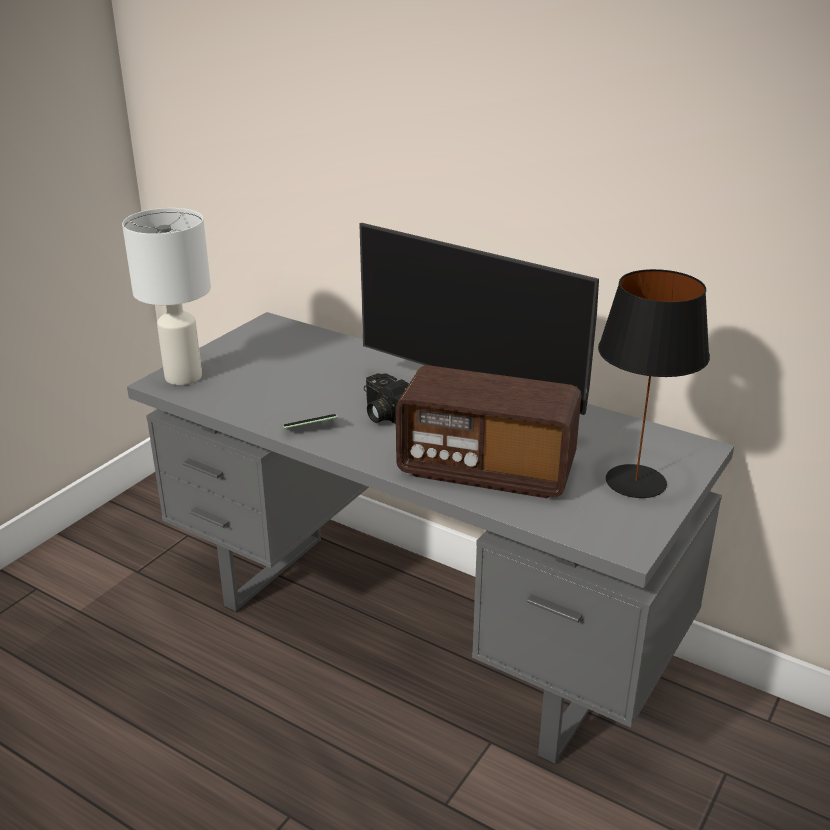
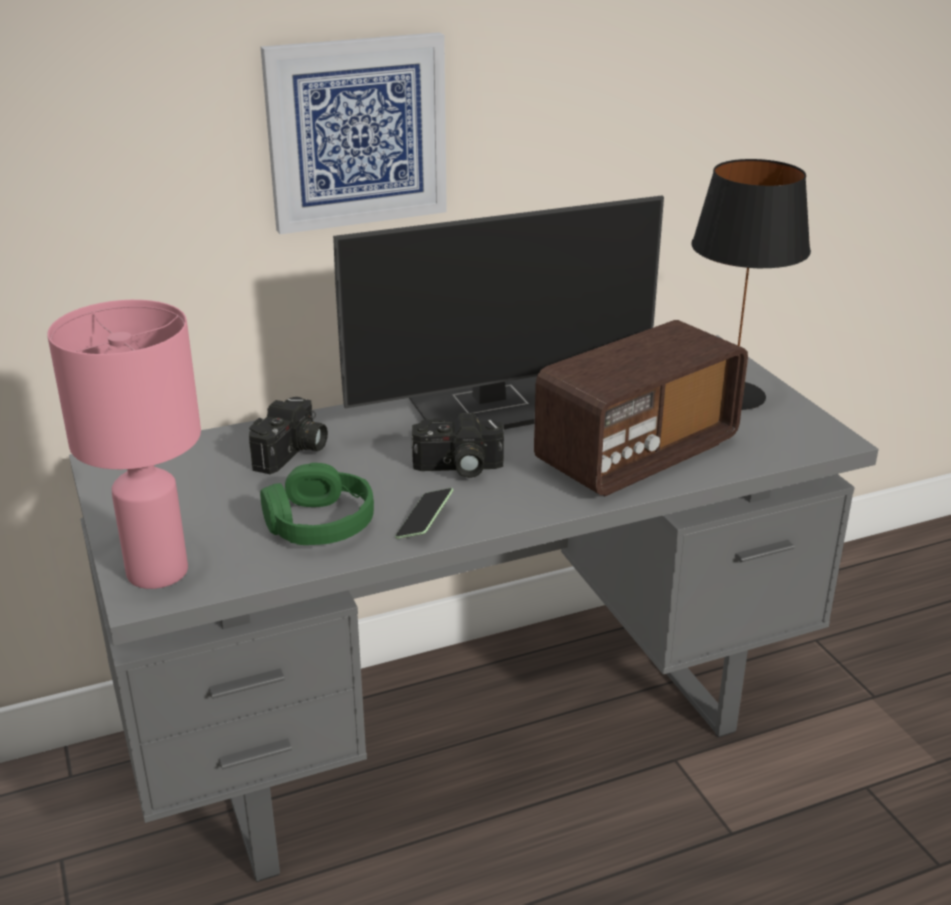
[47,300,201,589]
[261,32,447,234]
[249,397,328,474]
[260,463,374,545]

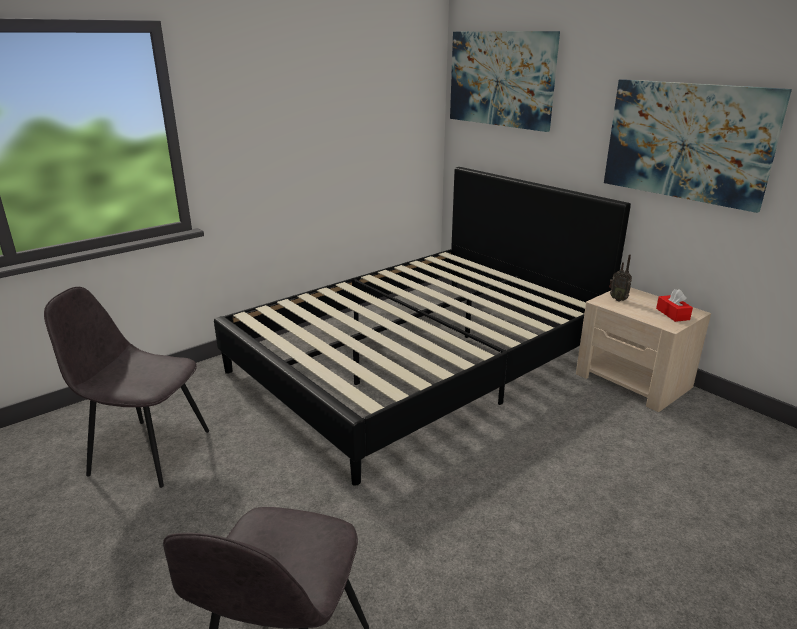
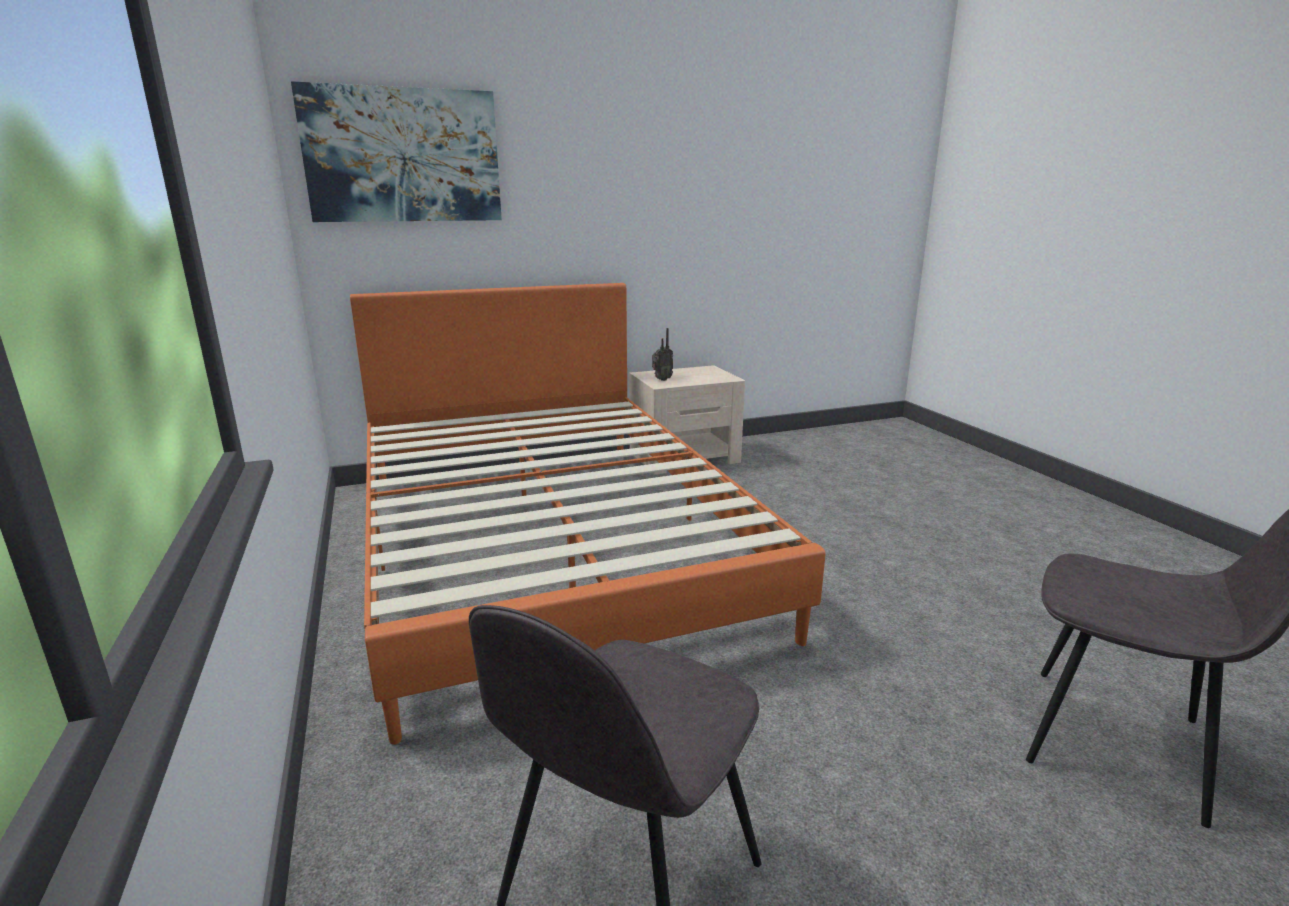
[604,79,792,213] (first image)
[350,283,825,745]
[656,289,693,322] (first image)

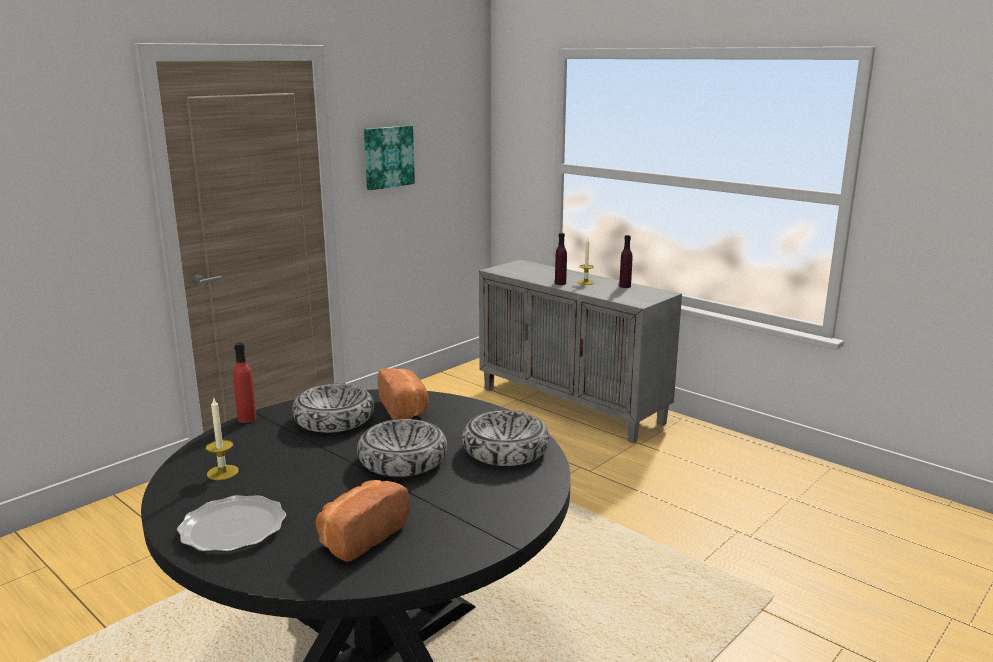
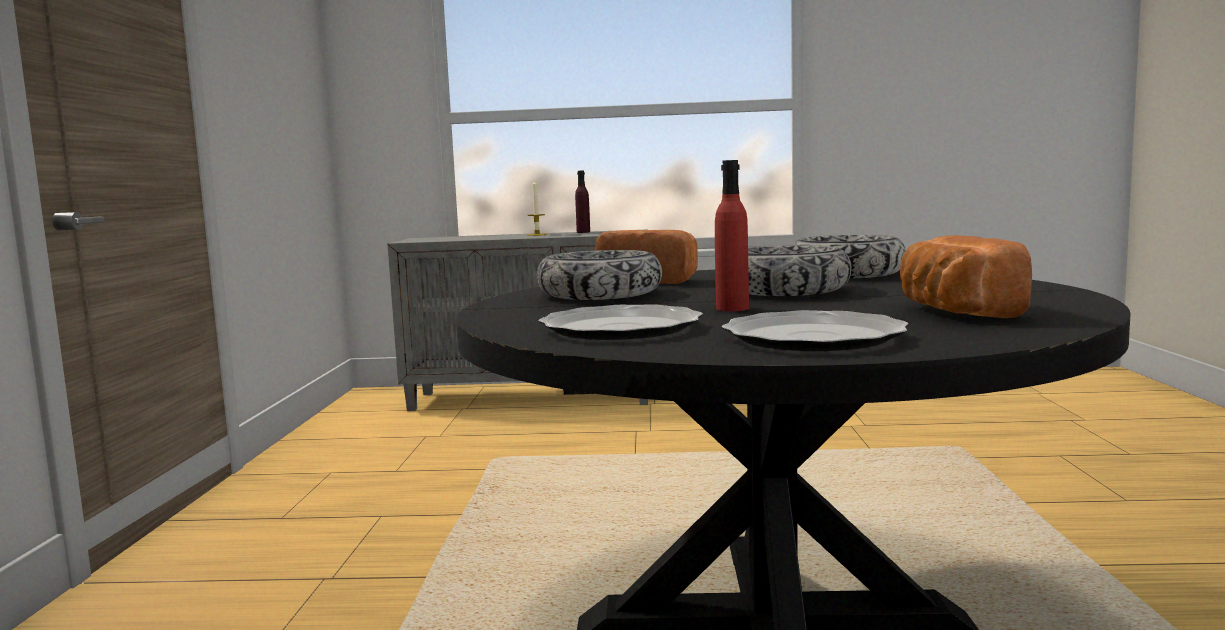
[364,125,415,190] (first image)
[555,233,567,285] (first image)
[715,160,749,311]
[538,304,703,340]

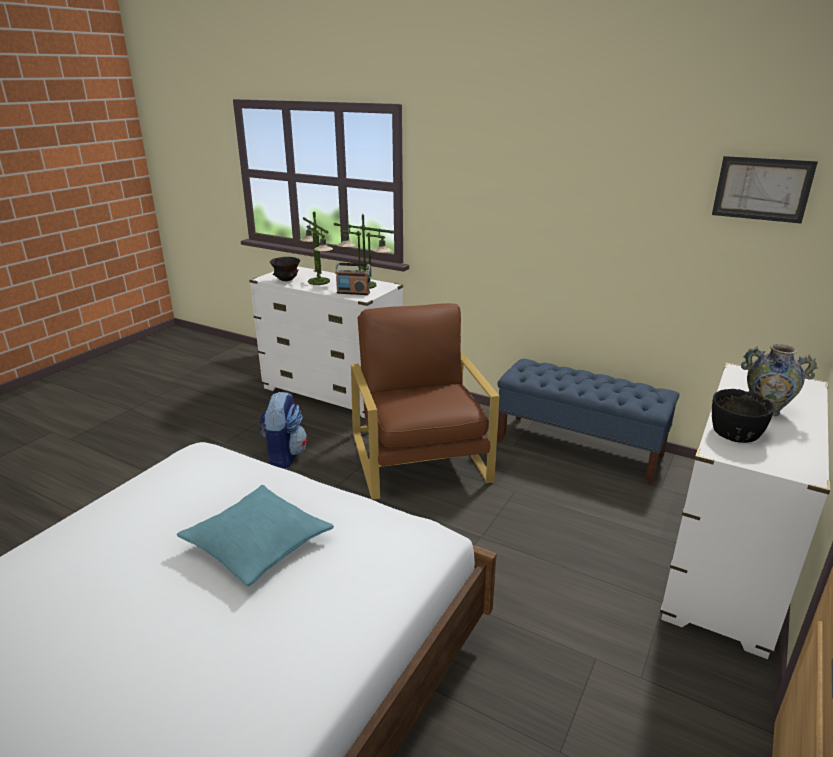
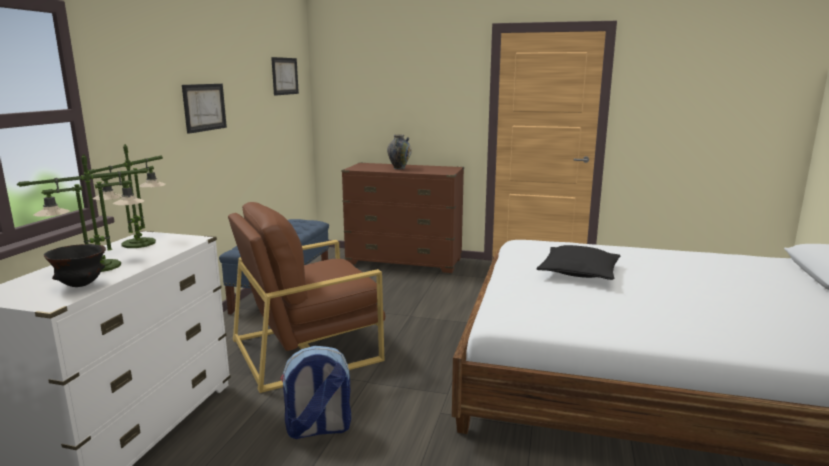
[335,263,371,295] (first image)
[341,163,464,273]
[712,389,774,443] (first image)
[537,245,621,280]
[182,84,227,134]

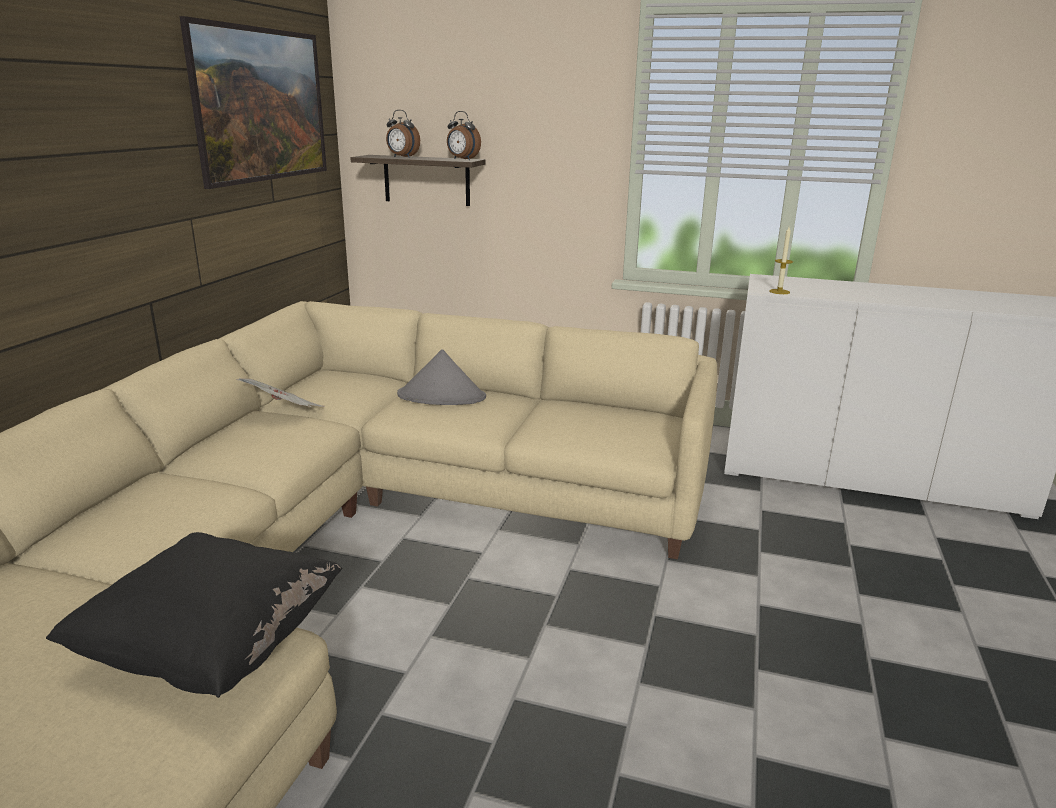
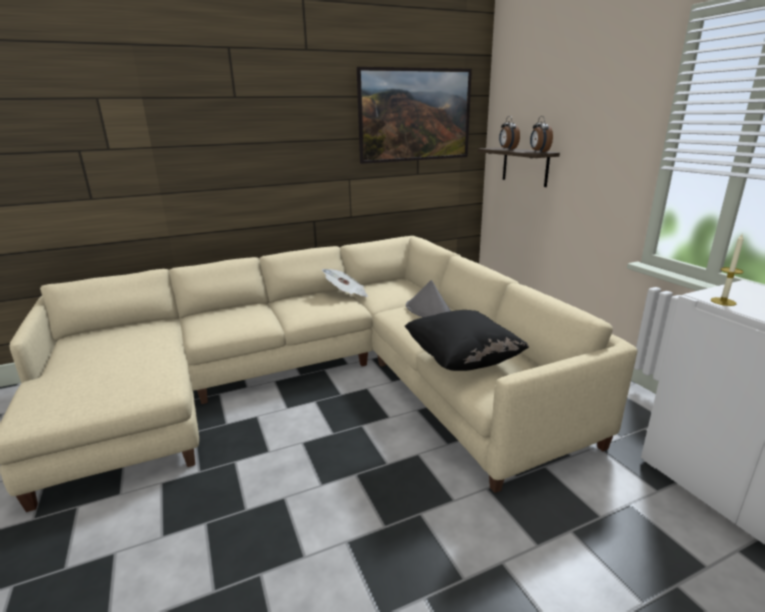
[405,310,529,371]

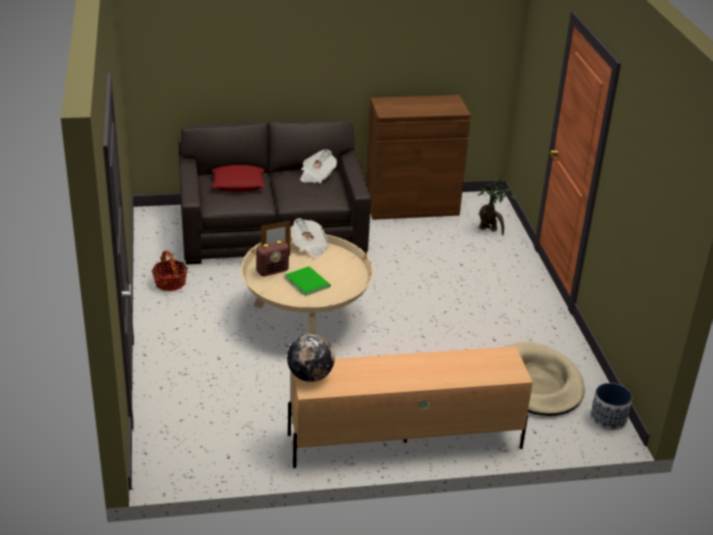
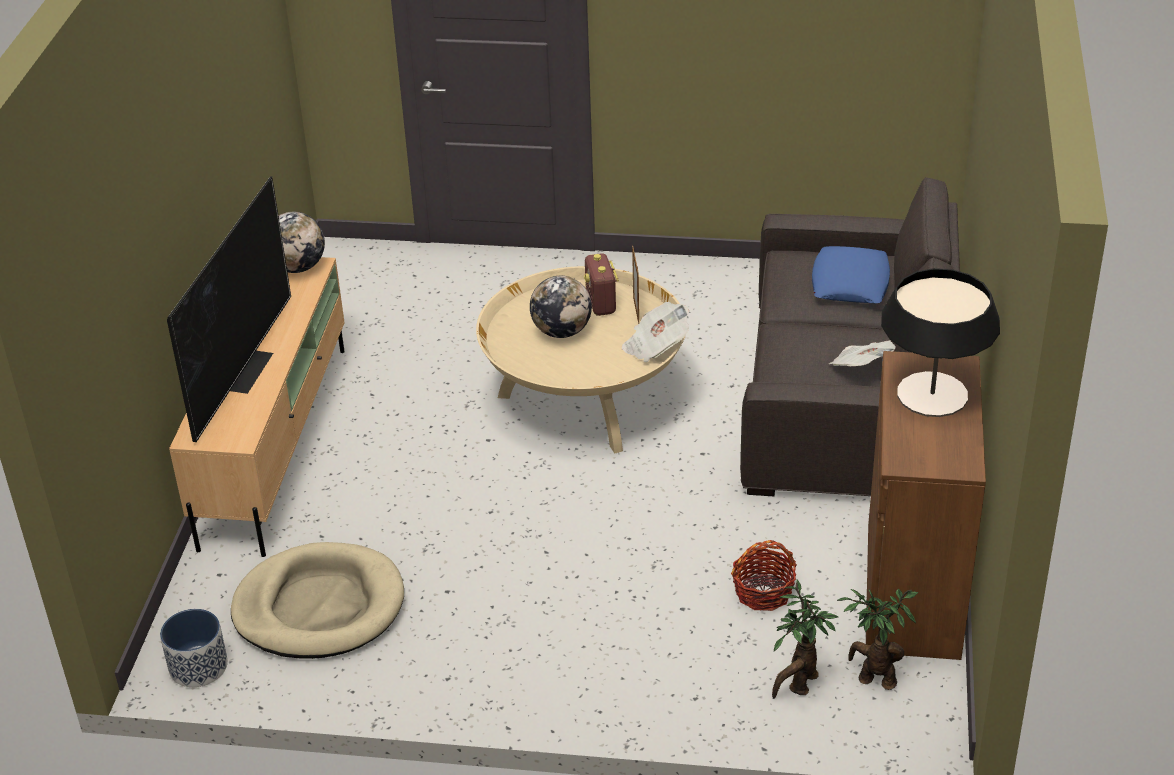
[812,246,890,303]
[731,540,797,611]
[530,276,592,338]
[167,176,291,442]
[881,268,1000,417]
[837,589,919,690]

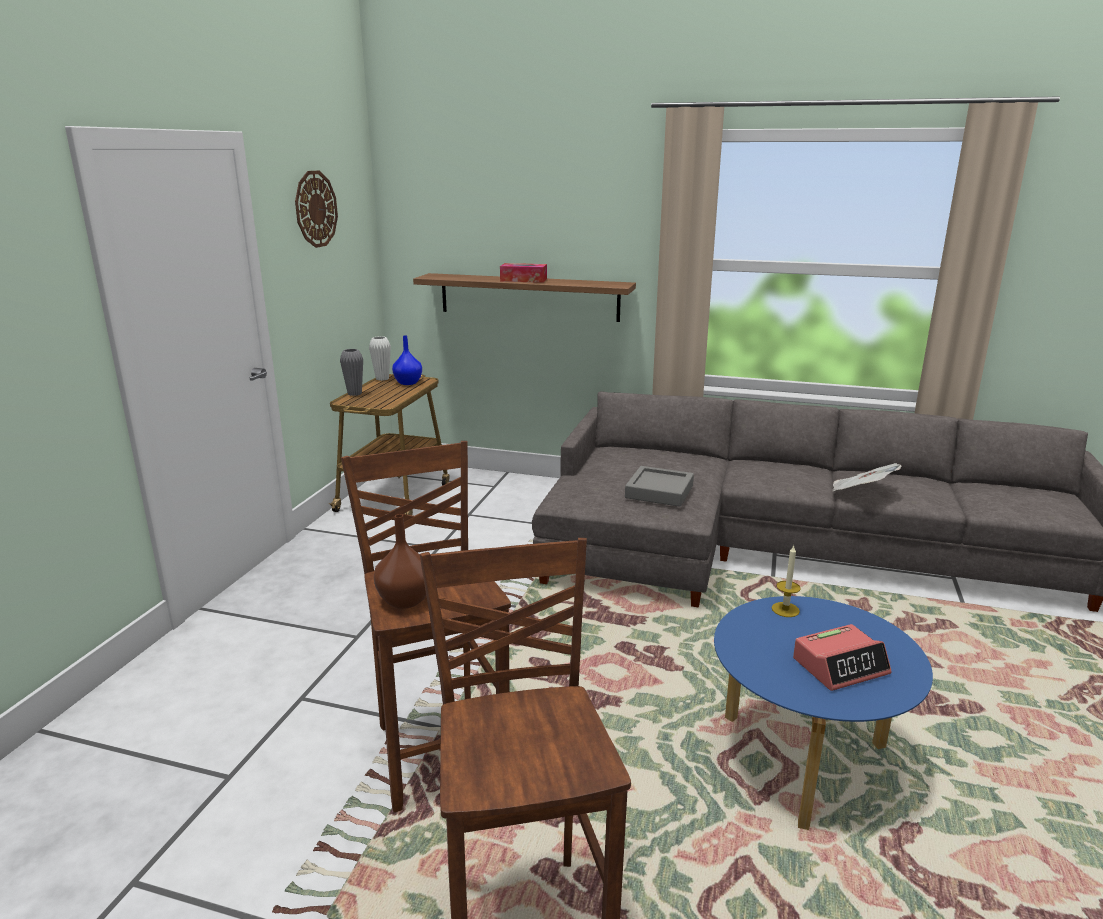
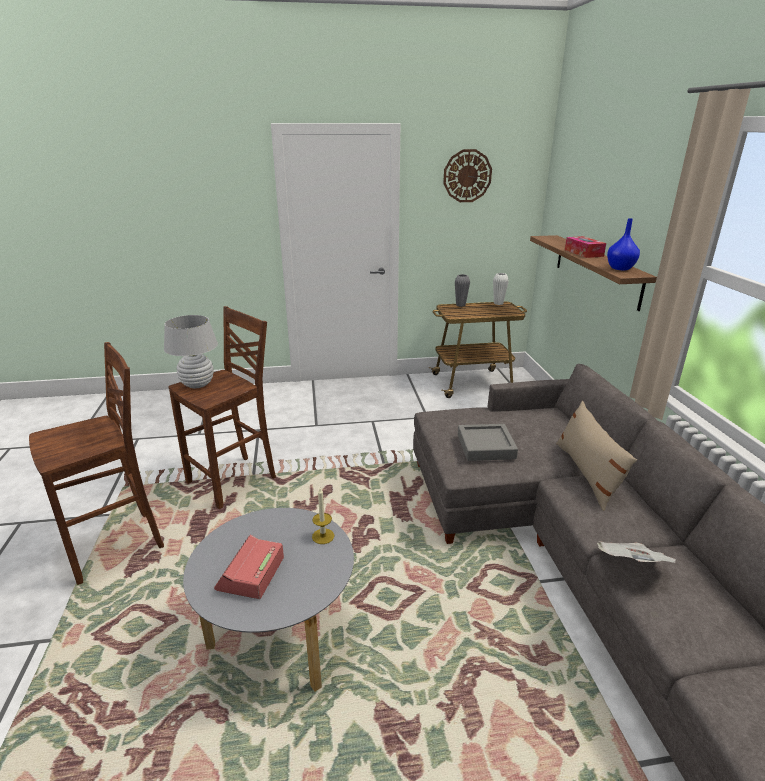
[607,218,640,270]
[164,315,218,388]
[183,508,354,692]
[214,535,284,599]
[556,401,637,511]

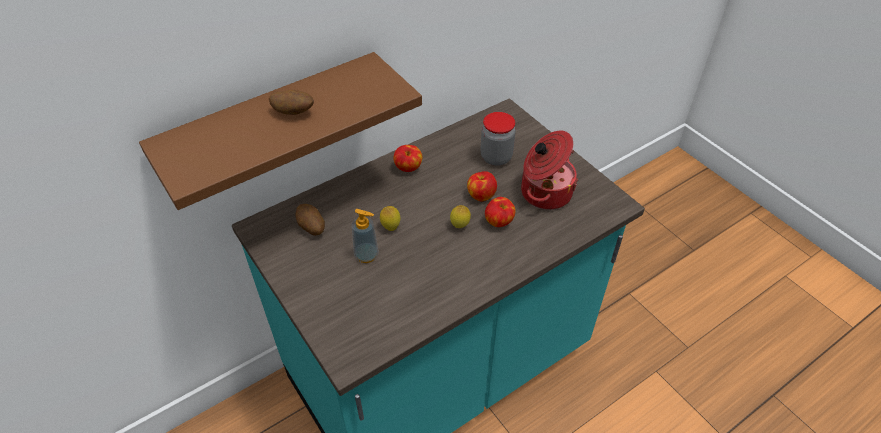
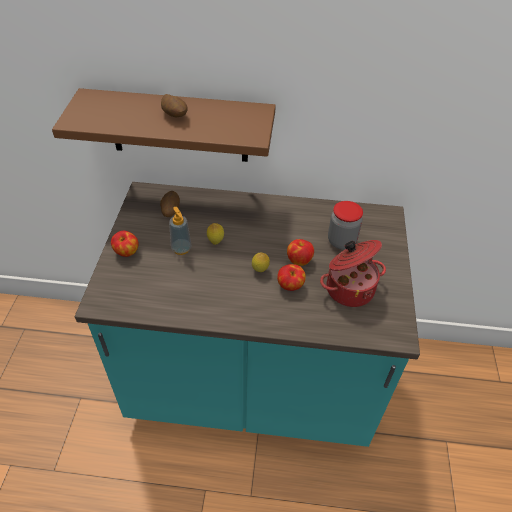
[111,231,139,257]

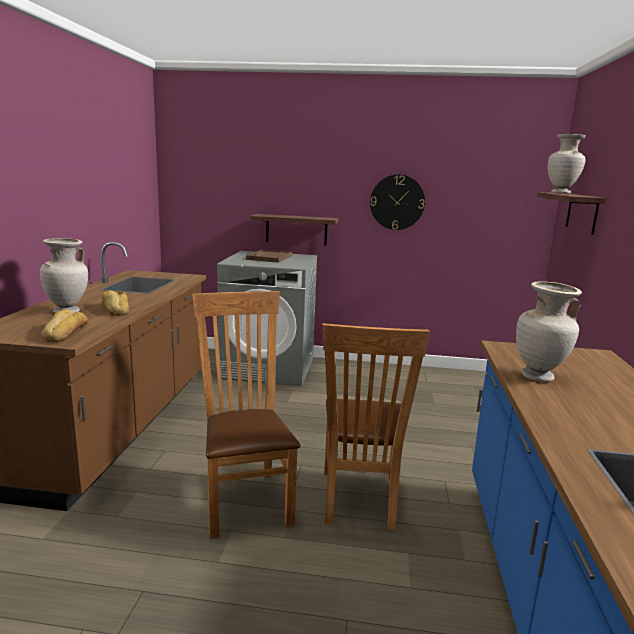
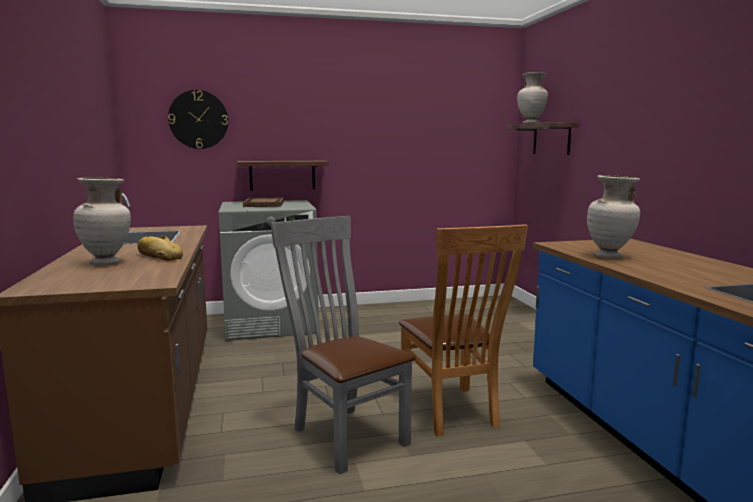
[168,90,228,149]
[270,216,416,474]
[42,309,88,342] (first image)

